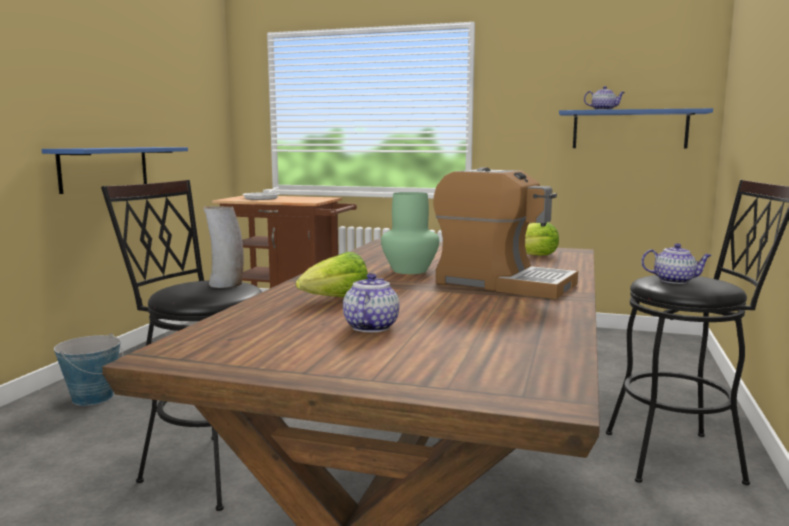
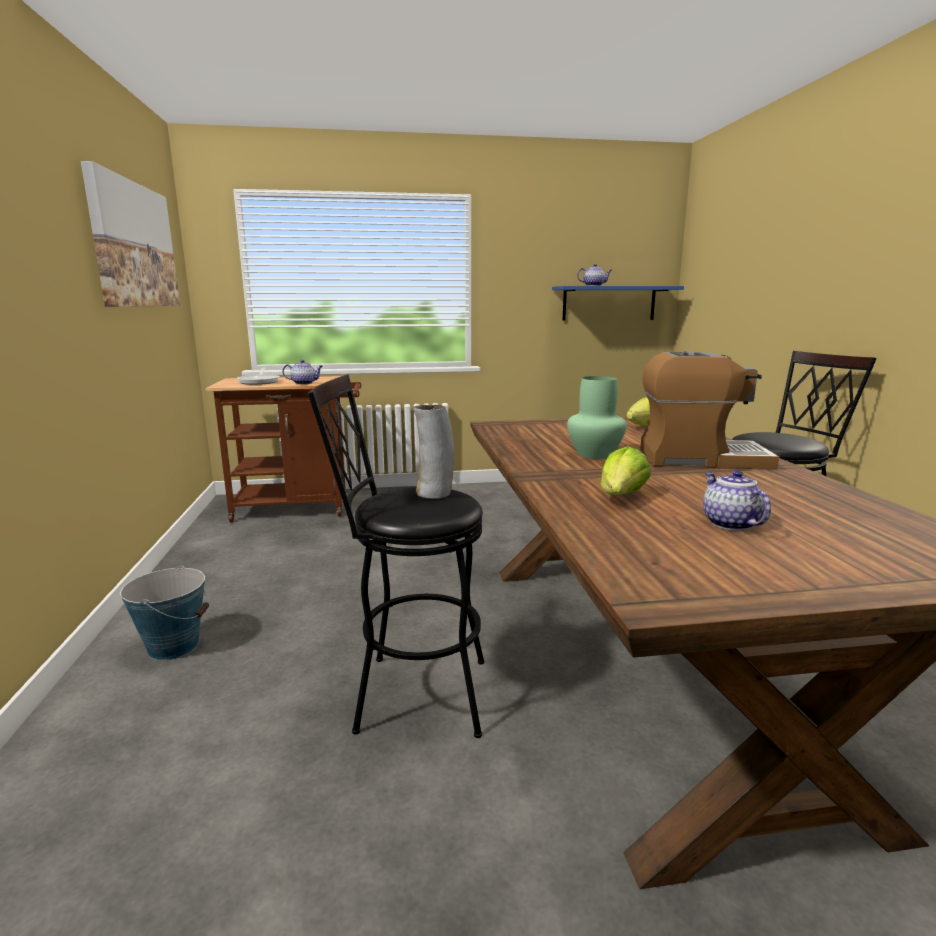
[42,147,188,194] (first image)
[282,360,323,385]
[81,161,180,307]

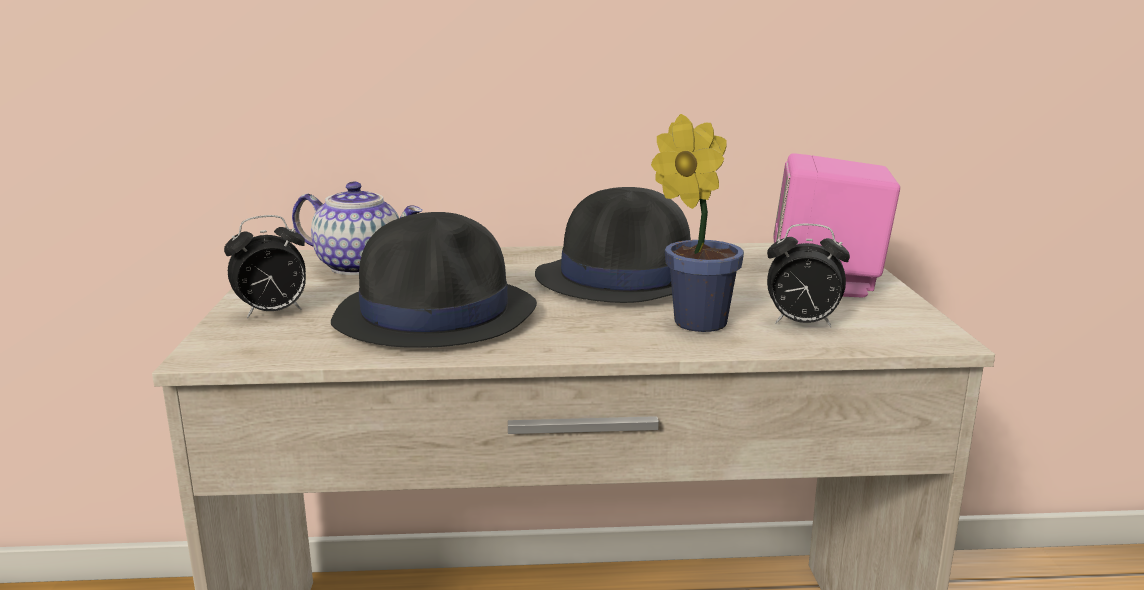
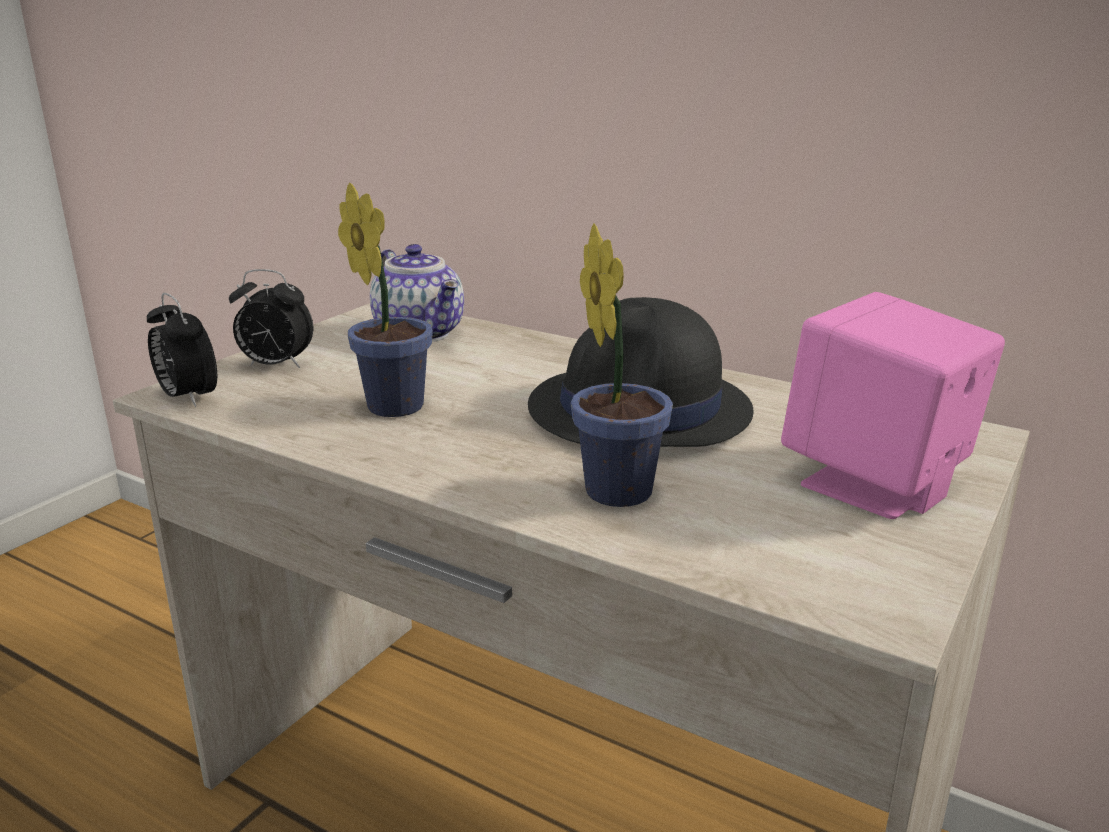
[338,182,433,417]
[147,293,217,407]

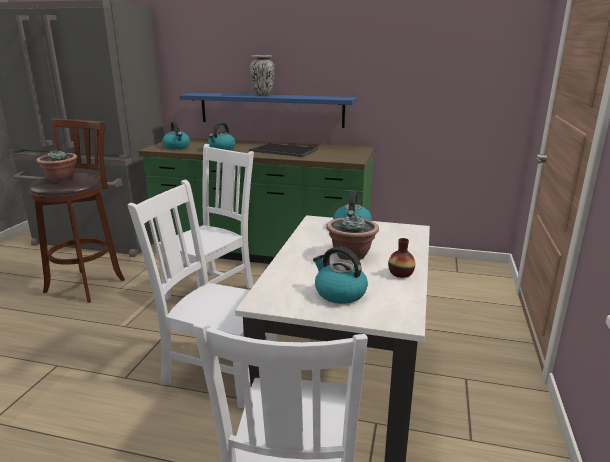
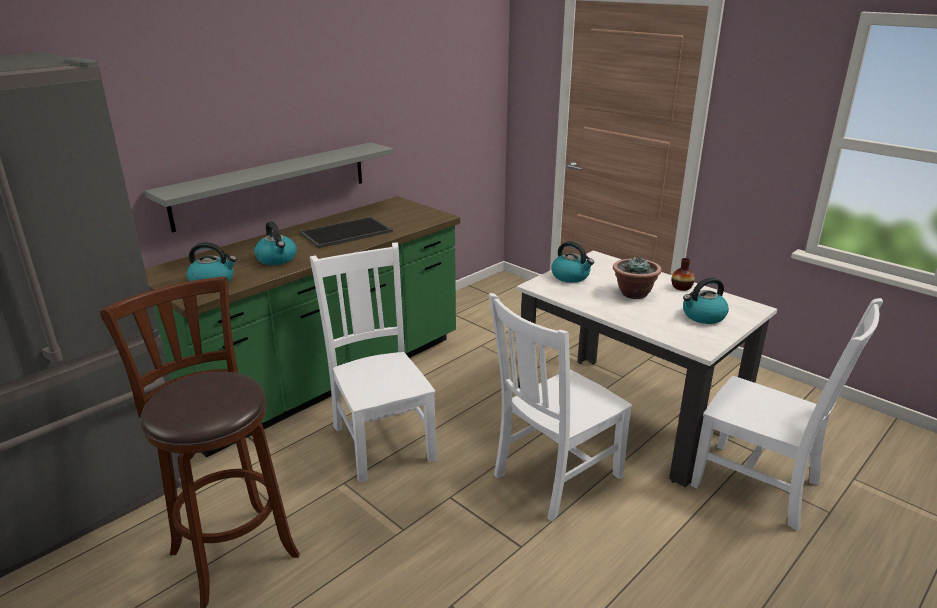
[250,55,275,96] (first image)
[145,142,393,232]
[36,150,77,182] (first image)

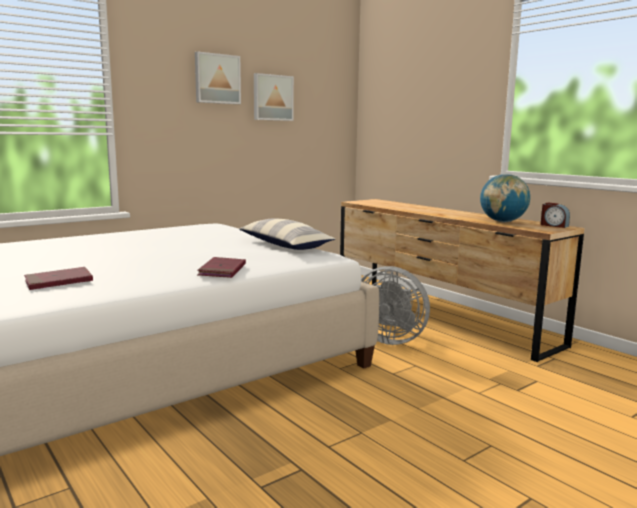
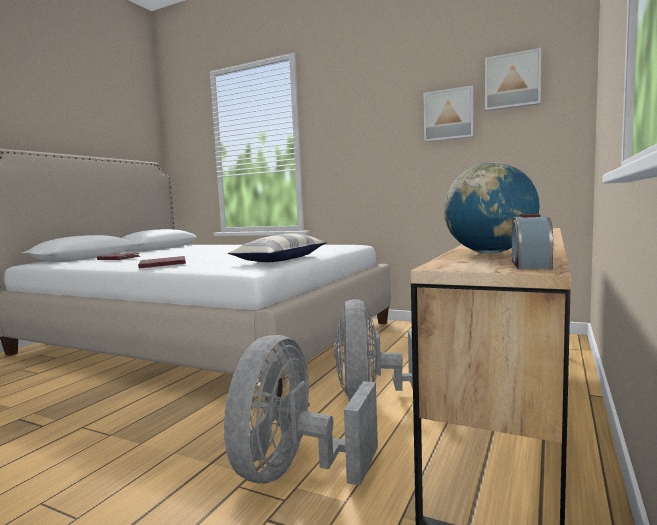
[485,48,541,111]
[224,335,378,486]

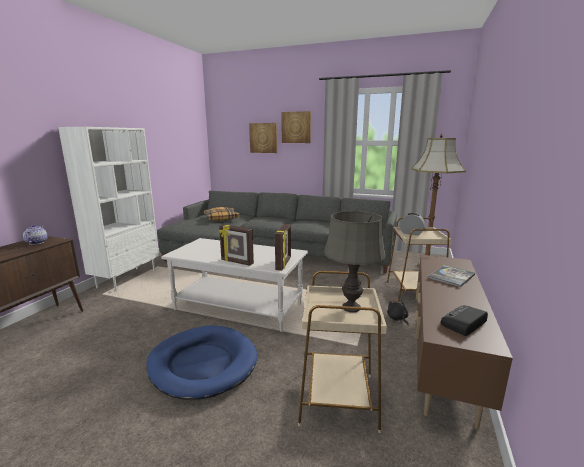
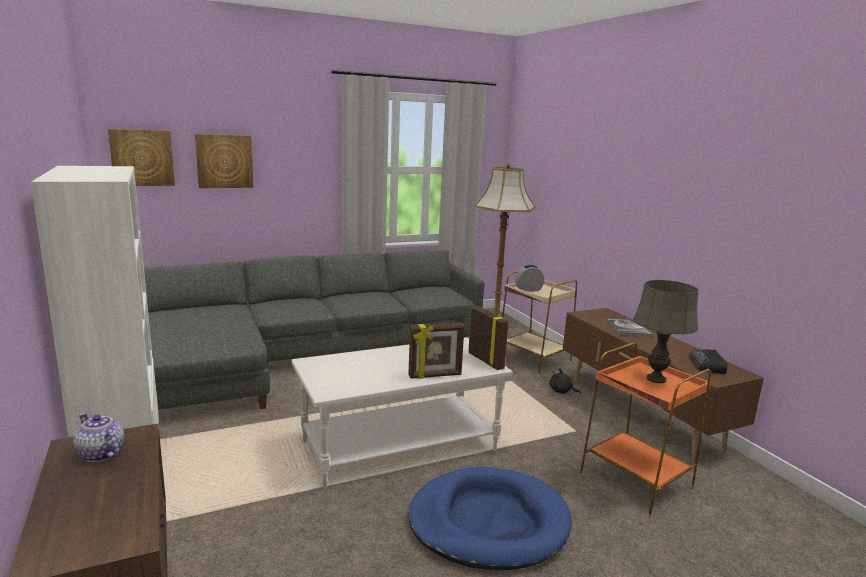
[108,129,175,186]
[204,207,240,221] (first image)
[579,342,711,518]

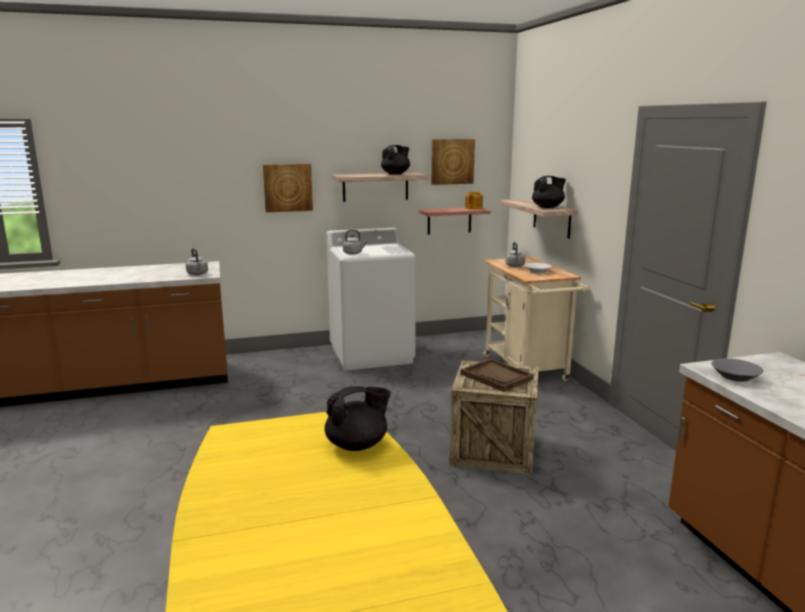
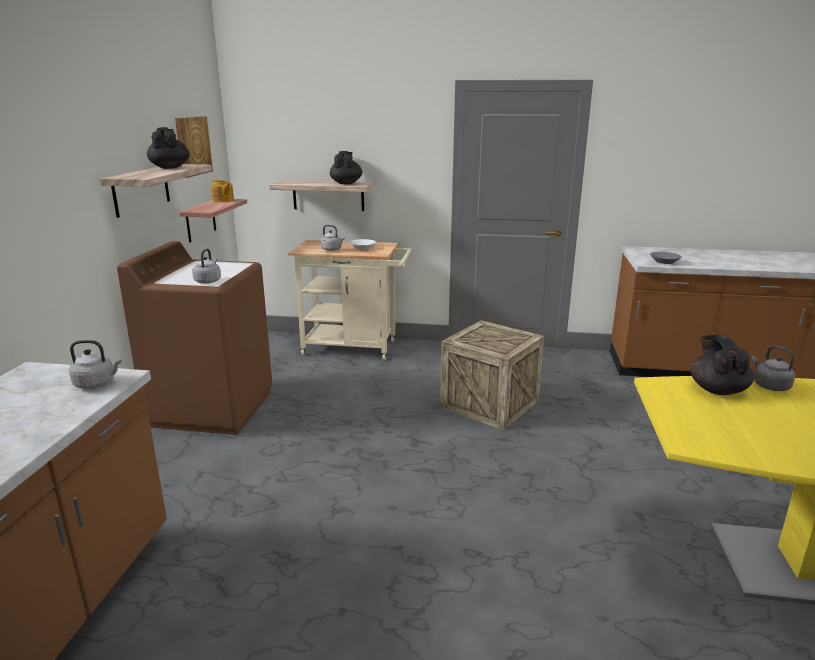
[263,164,313,212] (first image)
[117,241,272,435]
[460,359,534,392] (first image)
[752,346,795,391]

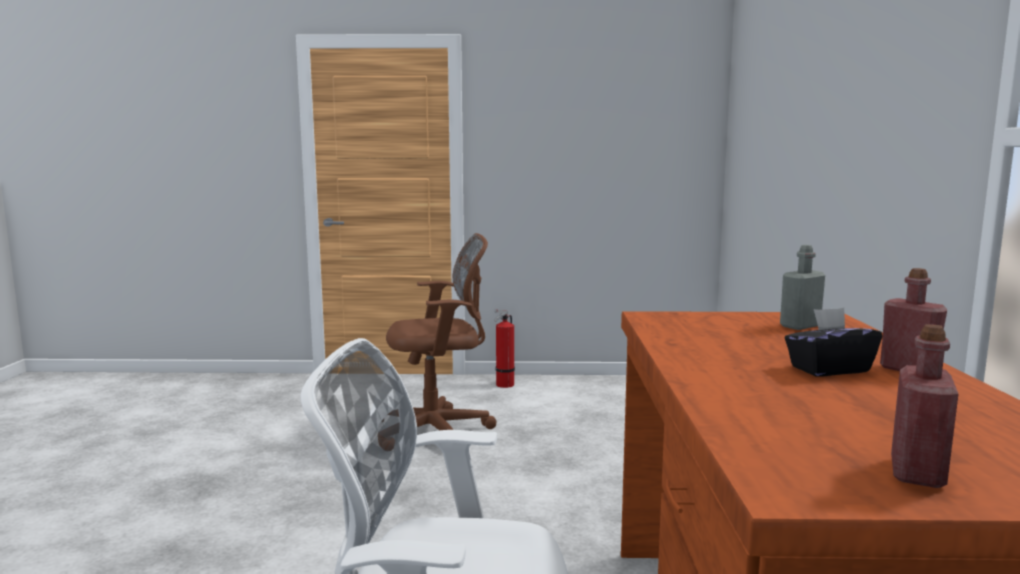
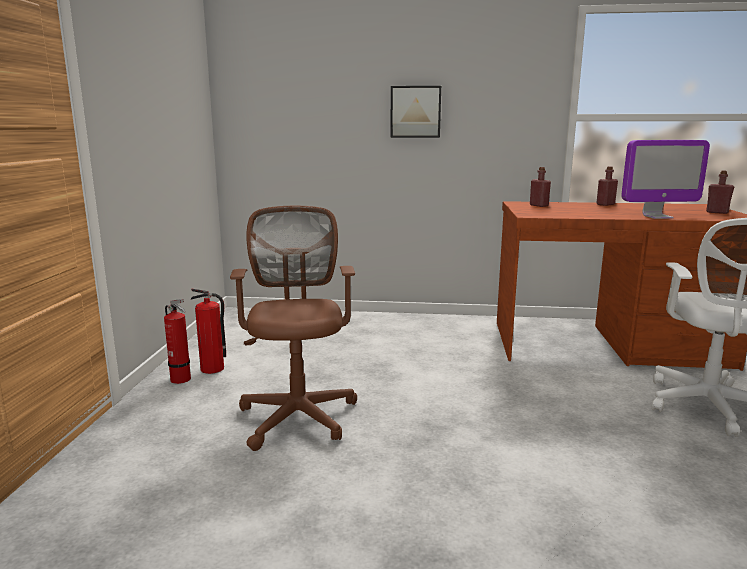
[530,167,551,207]
[785,308,882,376] (first image)
[390,86,441,138]
[621,140,710,219]
[191,289,226,374]

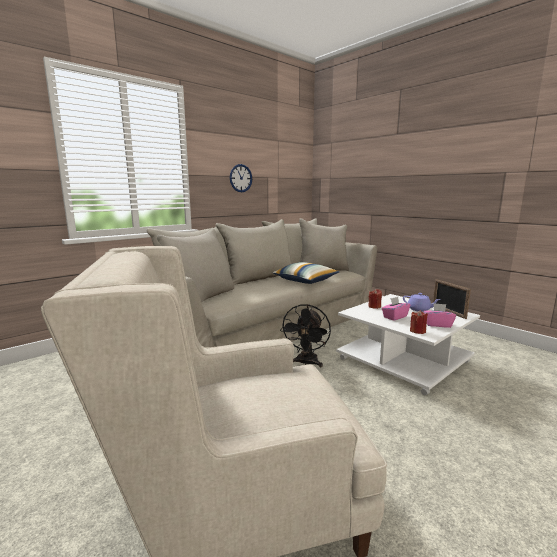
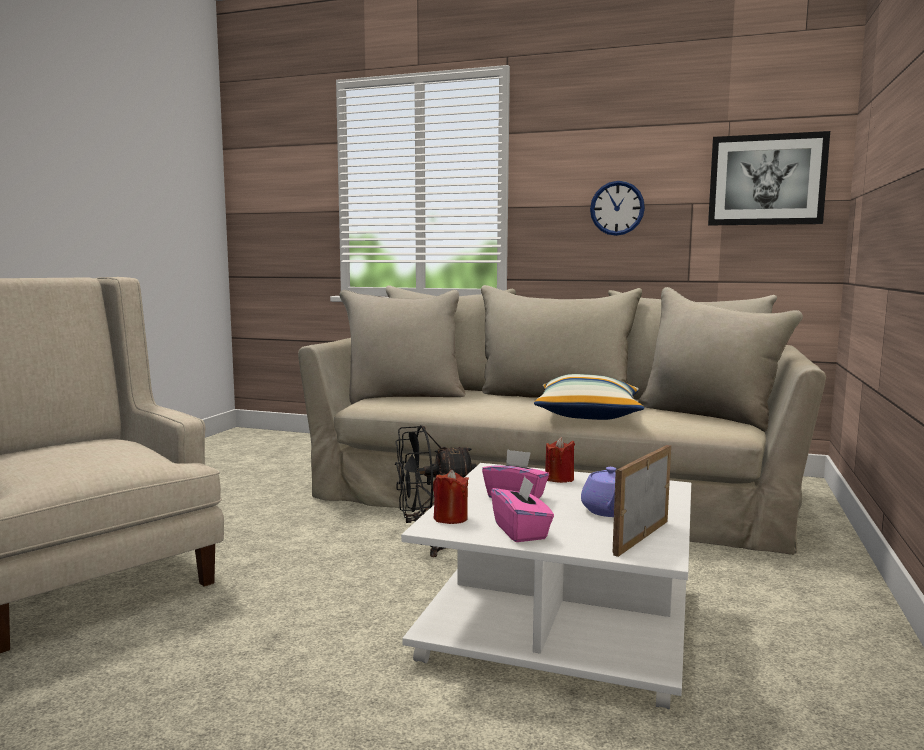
[708,131,830,226]

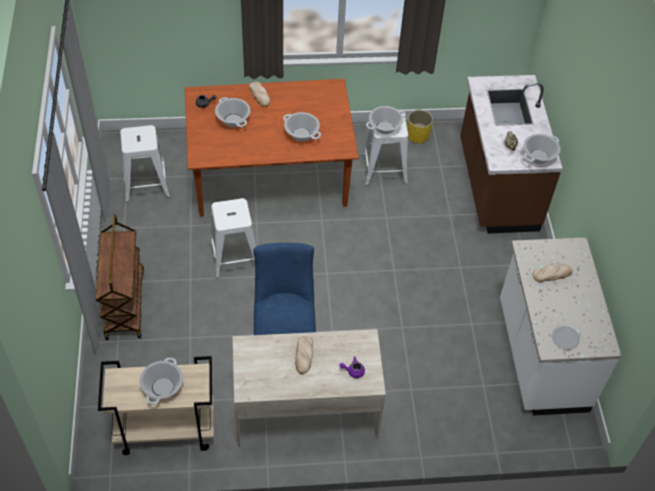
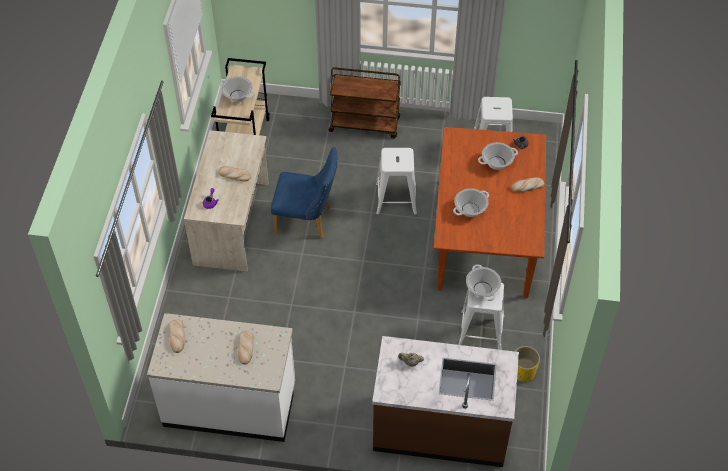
[524,134,560,164] (first image)
[169,319,185,353]

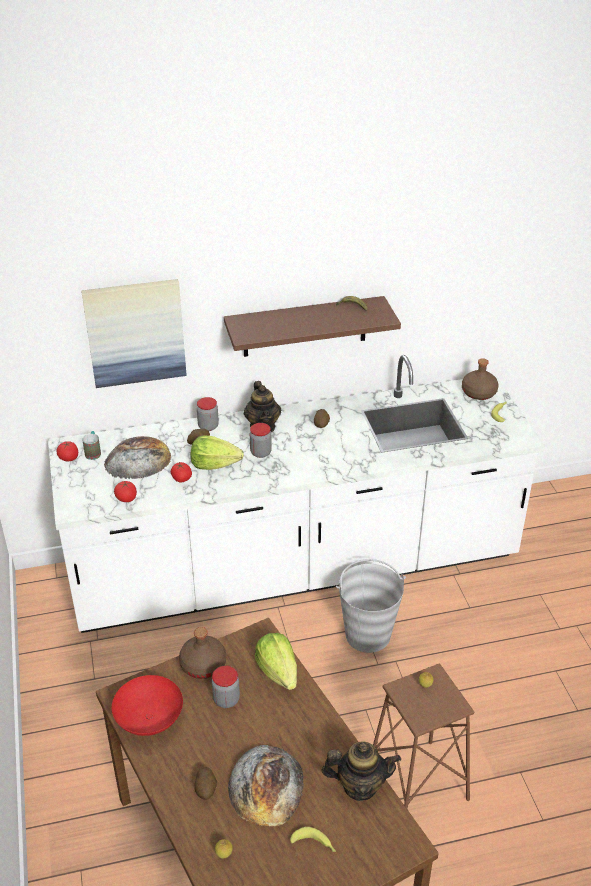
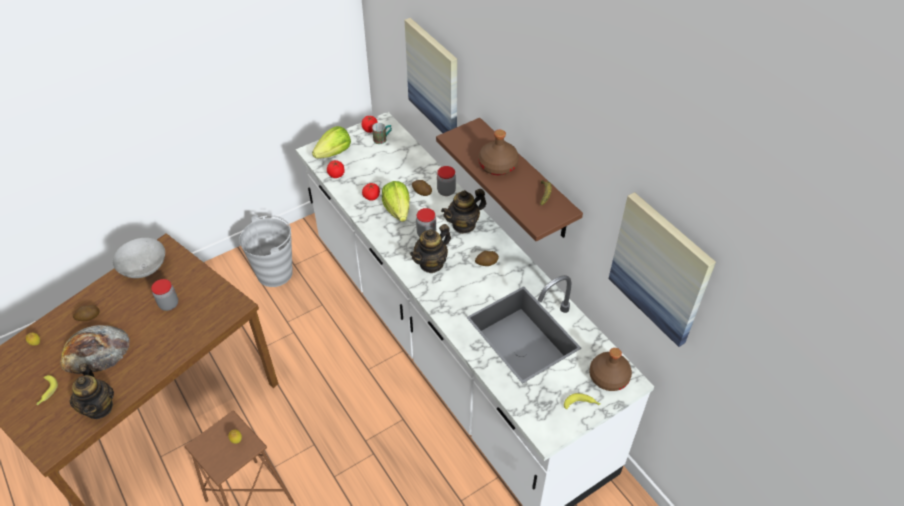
[104,436,171,479] (first image)
[239,215,293,287]
[478,130,519,175]
[312,126,351,158]
[113,238,165,278]
[609,192,716,347]
[410,224,451,273]

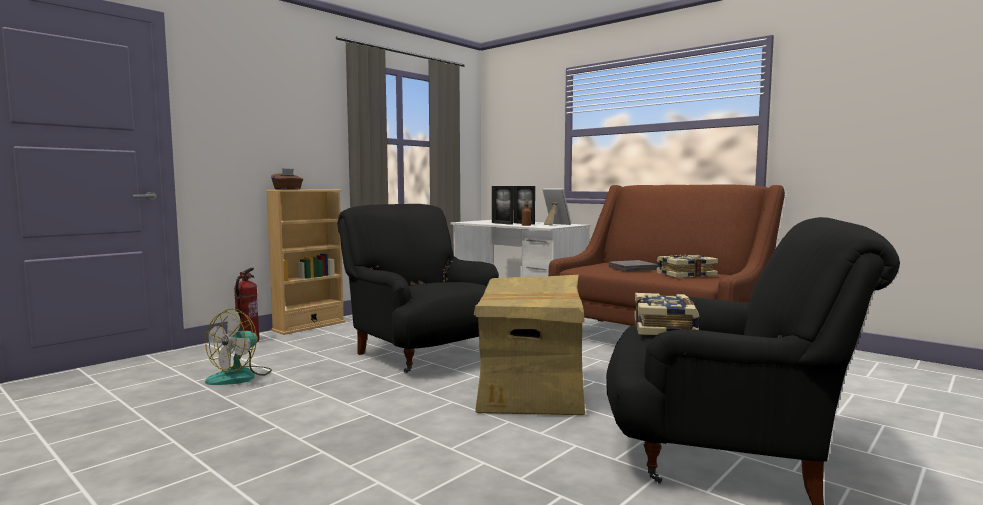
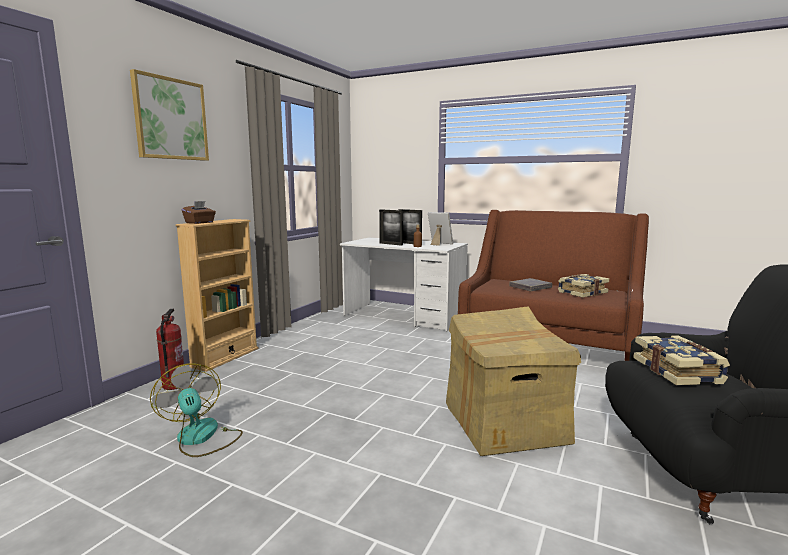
[337,204,499,373] (first image)
[150,364,243,457]
[130,69,209,161]

